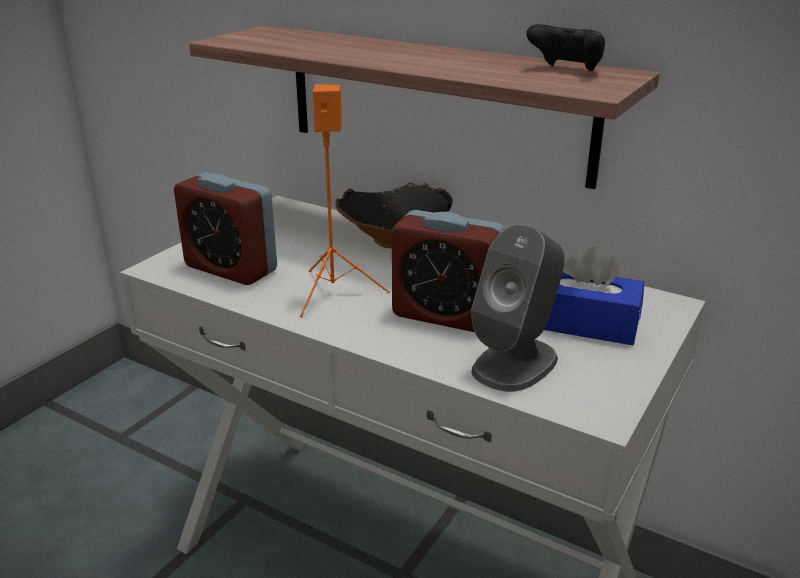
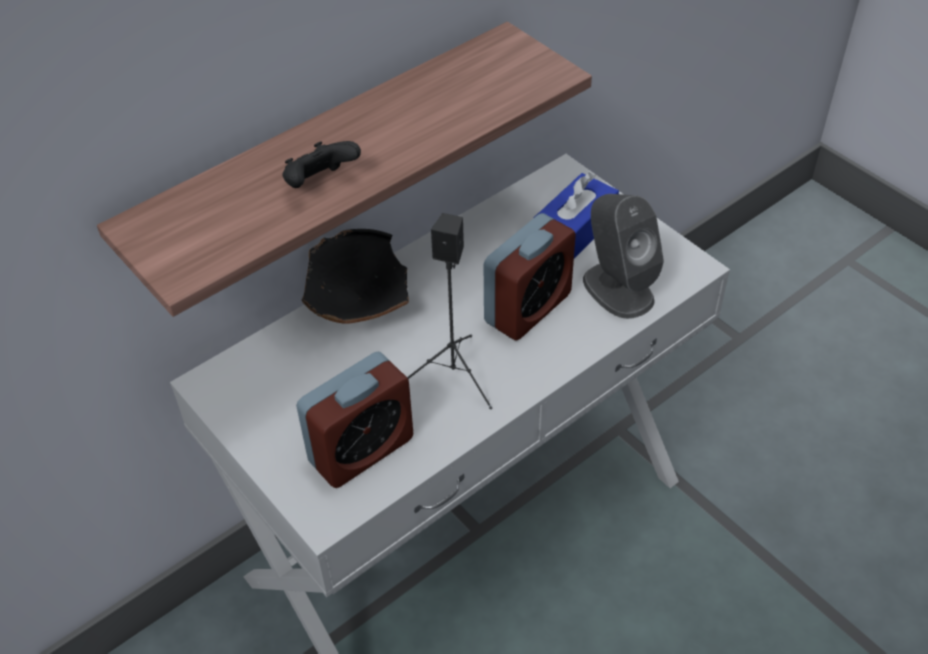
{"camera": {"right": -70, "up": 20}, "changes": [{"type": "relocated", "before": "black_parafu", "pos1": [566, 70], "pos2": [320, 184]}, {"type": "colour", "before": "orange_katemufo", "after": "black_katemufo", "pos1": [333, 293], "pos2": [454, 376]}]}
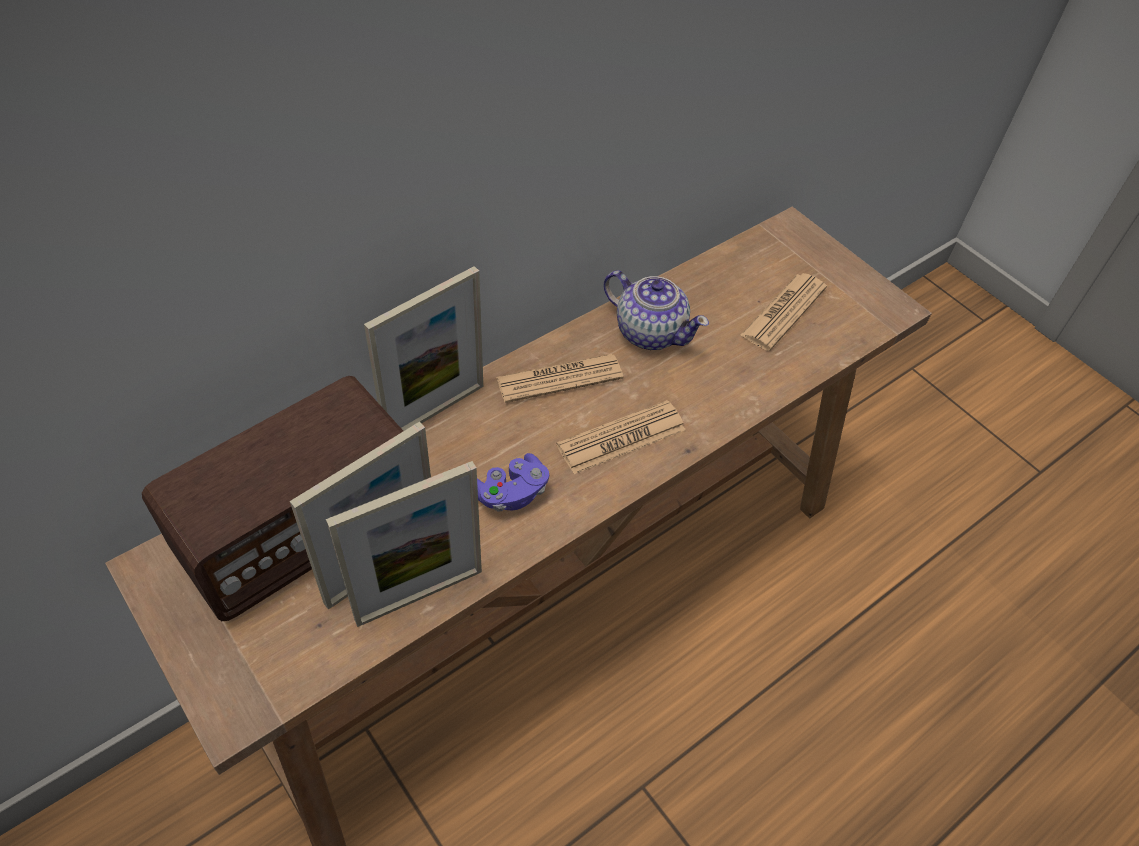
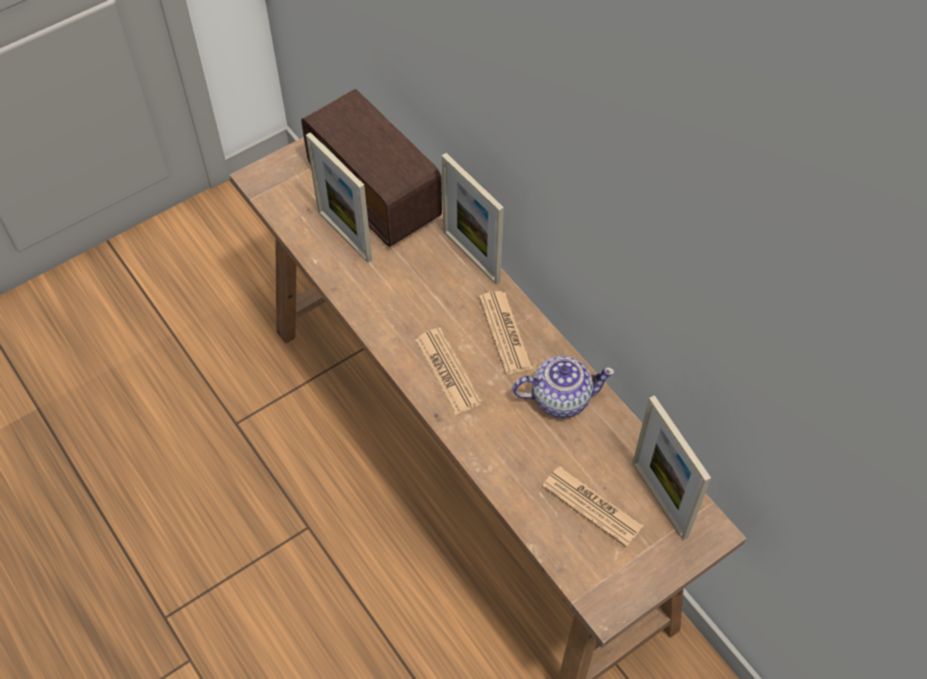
{"camera": {"right": 95, "up": 5}, "changes": [{"type": "spun", "before": "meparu", "pos1": [649, 331], "pos2": [560, 397], "turn": -135}, {"type": "relocated", "before": "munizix", "pos1": [419, 595], "pos2": [659, 499]}, {"type": "missing", "before": "purple_parafu", "pos1": [510, 493]}]}
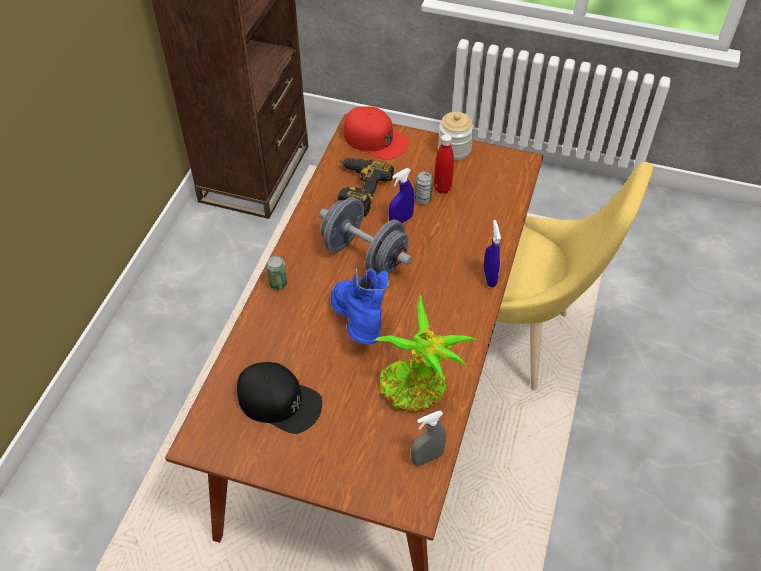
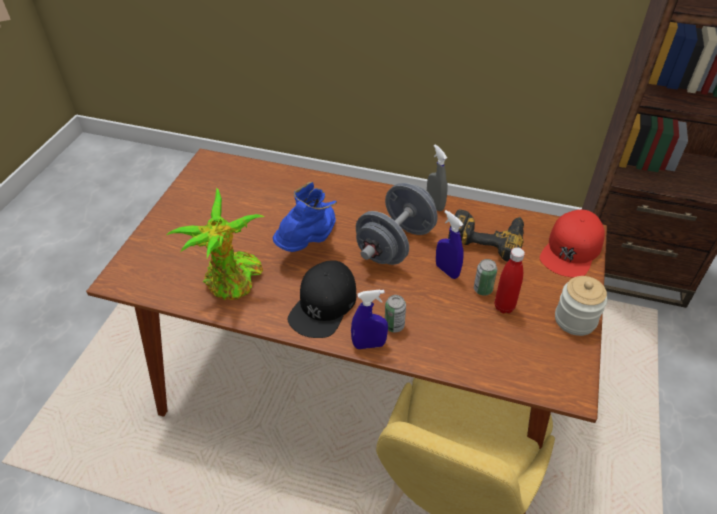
{"camera": {"right": 90, "up": -5}, "changes": [{"type": "spun", "before": "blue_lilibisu", "pos1": [359, 325], "pos2": [309, 242], "turn": -45}, {"type": "relocated", "before": "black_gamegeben", "pos1": [279, 401], "pos2": [323, 305]}, {"type": "relocated", "before": "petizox", "pos1": [278, 284], "pos2": [394, 325]}, {"type": "relocated", "before": "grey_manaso", "pos1": [427, 457], "pos2": [435, 204]}]}
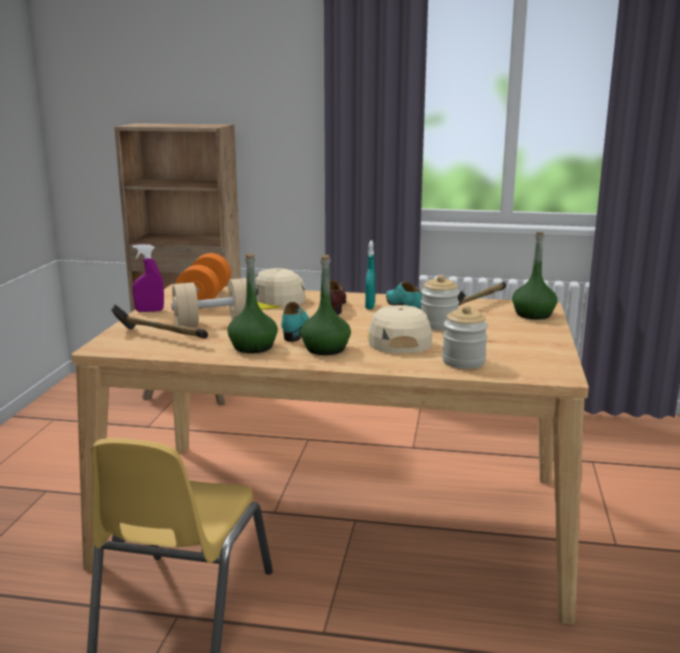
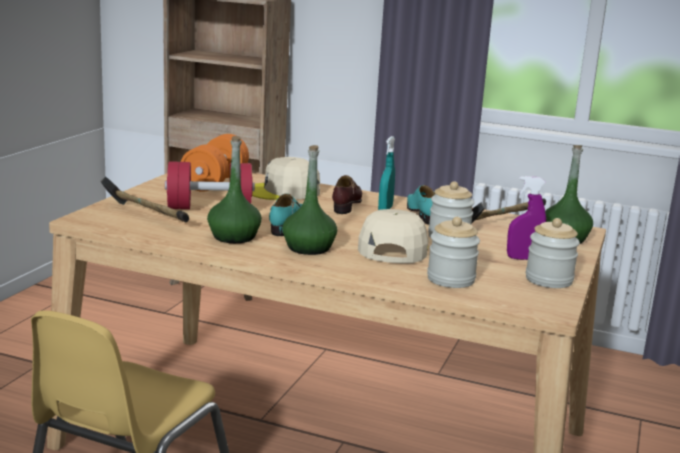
{"camera": {"right": 10, "up": 0}, "changes": [{"type": "colour", "before": "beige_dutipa", "after": "red_dutipa", "pos1": [214, 323], "pos2": [209, 208]}, {"type": "relocated", "before": "purple_manaso", "pos1": [149, 311], "pos2": [523, 258]}, {"type": "appeared", "after": "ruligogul", "pos2": [549, 280]}]}
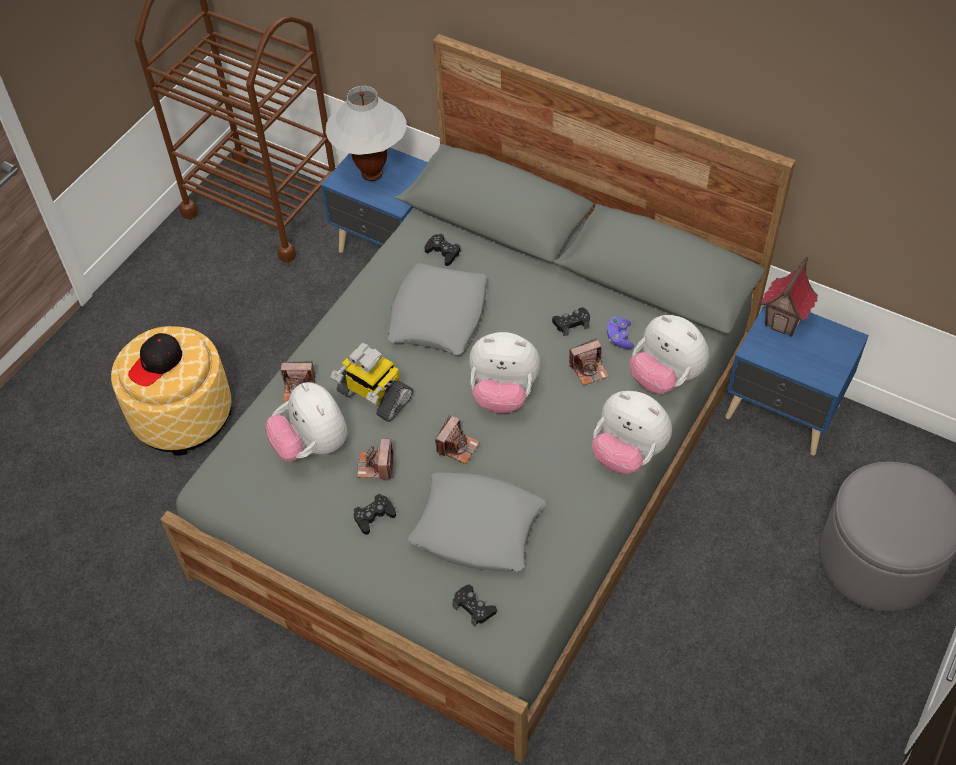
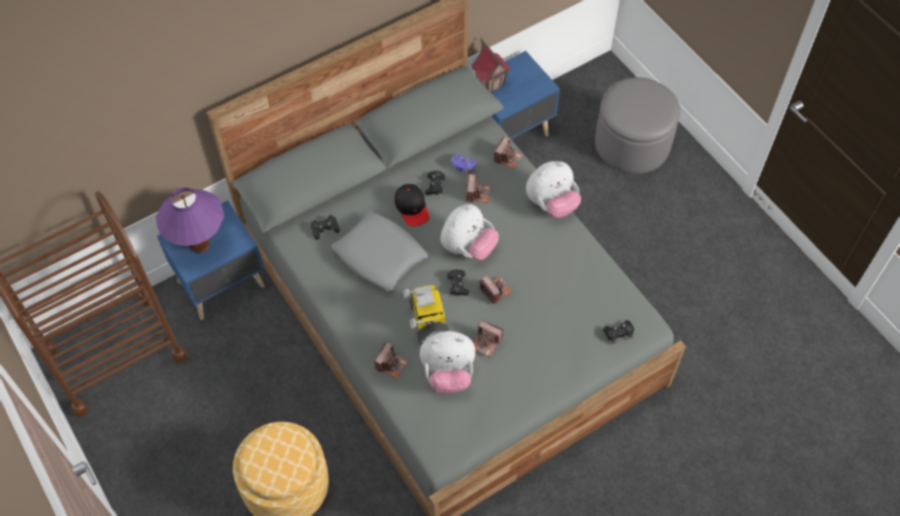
{"camera": {"right": -65, "up": 5}, "changes": [{"type": "colour", "before": "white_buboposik", "after": "purple_buboposik", "pos1": [371, 174], "pos2": [200, 246]}, {"type": "relocated", "before": "black_gamegeben", "pos1": [156, 364], "pos2": [412, 208]}, {"type": "spun", "before": "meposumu", "pos1": [374, 396], "pos2": [428, 320], "turn": 105}, {"type": "relocated", "before": "black_parafu", "pos1": [374, 516], "pos2": [457, 285]}, {"type": "exchanged", "before": "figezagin", "after": "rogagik", "pos1": [665, 377], "pos2": [507, 157]}, {"type": "missing", "before": "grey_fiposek", "pos1": [477, 527]}]}
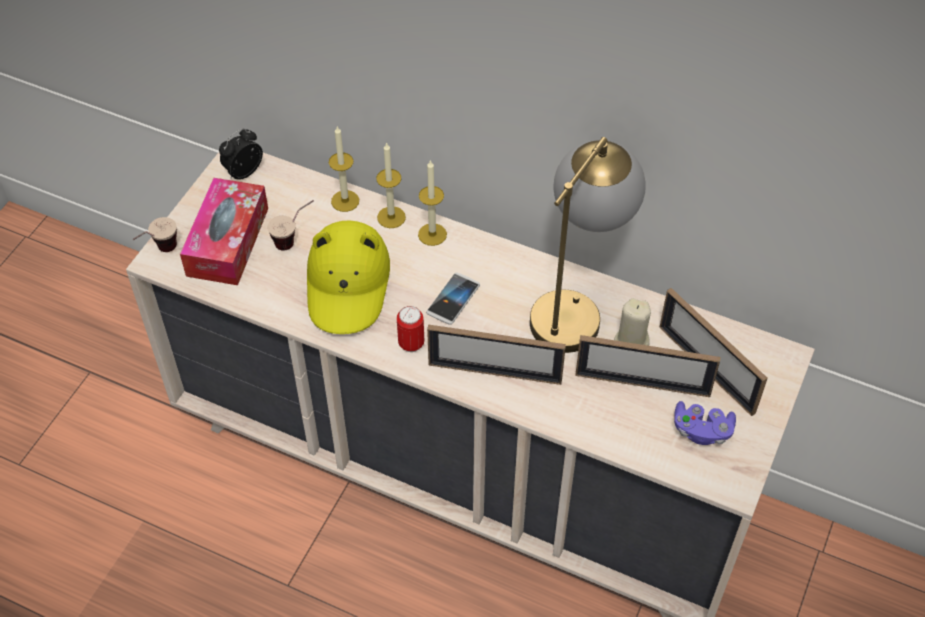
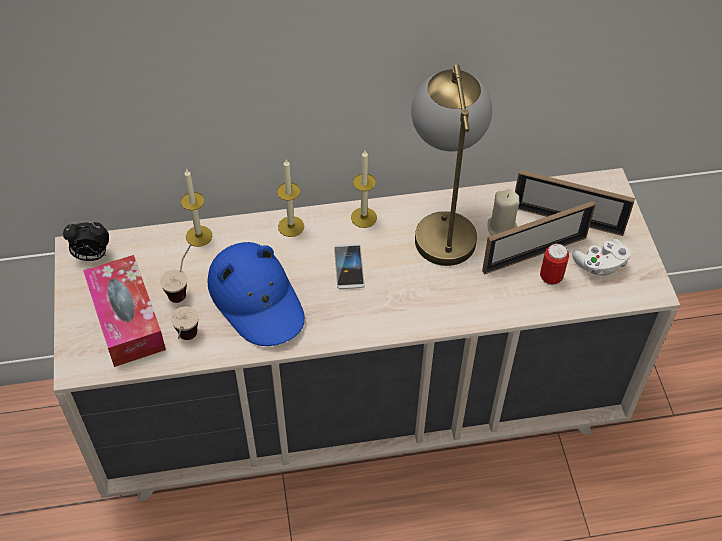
{"camera": {"right": -35, "up": 0}, "changes": [{"type": "spun", "before": "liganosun", "pos1": [243, 171], "pos2": [91, 256], "turn": -105}, {"type": "relocated", "before": "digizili", "pos1": [159, 253], "pos2": [187, 342]}, {"type": "colour", "before": "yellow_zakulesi", "after": "blue_zakulesi", "pos1": [348, 284], "pos2": [257, 300]}, {"type": "relocated", "before": "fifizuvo", "pos1": [391, 217], "pos2": [363, 217]}, {"type": "relocated", "before": "petizox", "pos1": [411, 343], "pos2": [551, 277]}, {"type": "colour", "before": "purple_parafu", "after": "white_parafu", "pos1": [701, 430], "pos2": [600, 264]}, {"type": "missing", "before": "munizix", "pos1": [495, 372]}]}
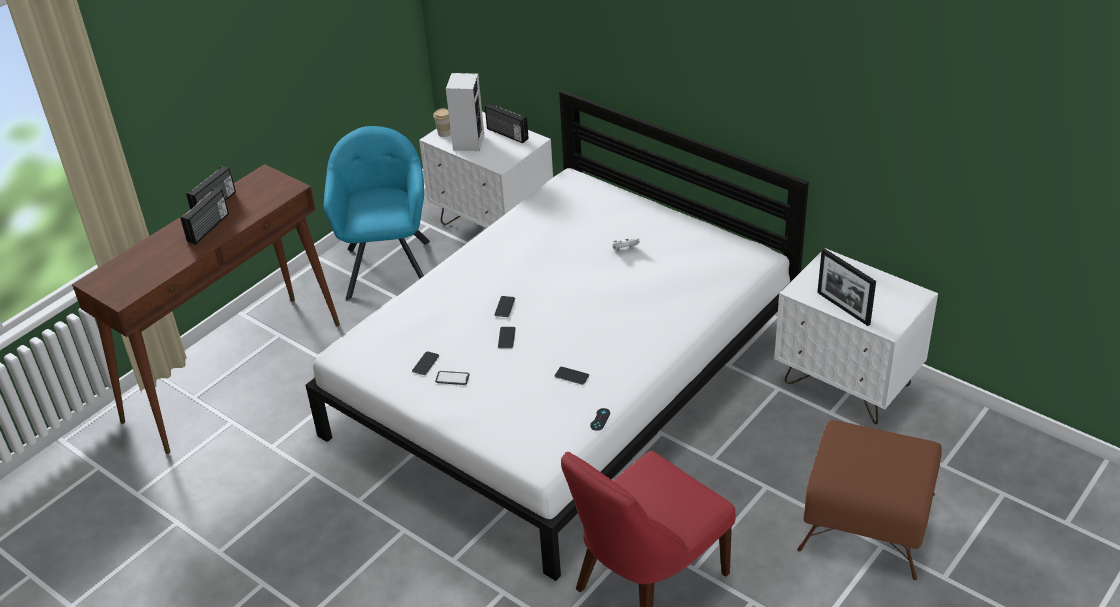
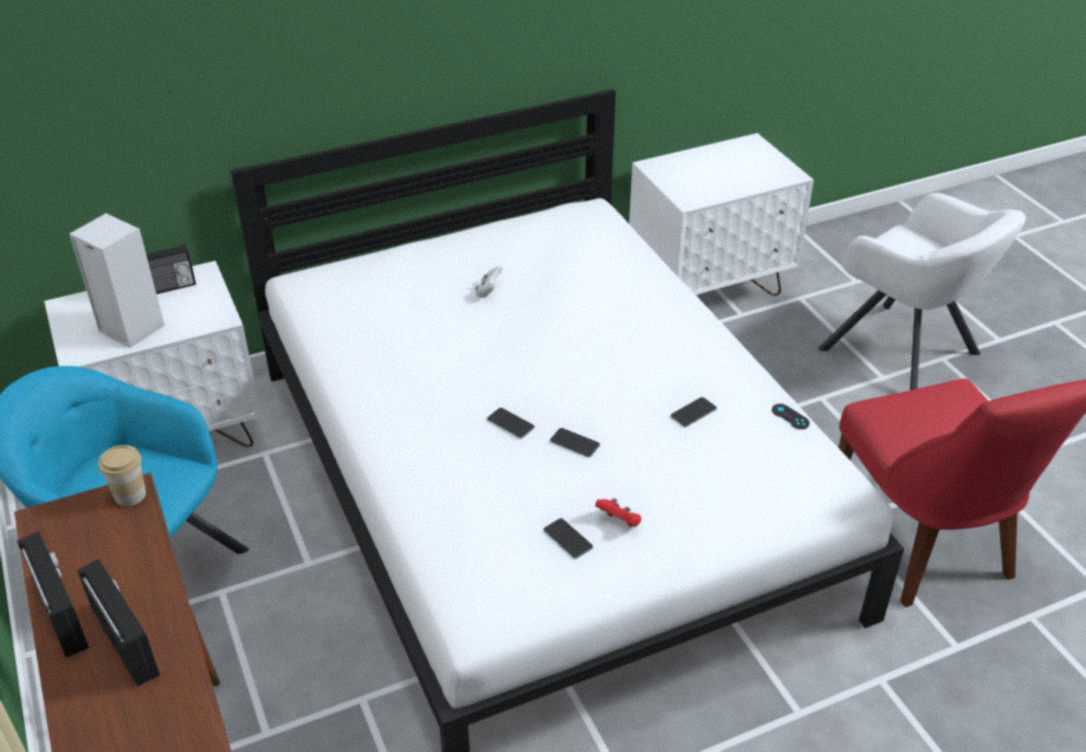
{"camera": {"right": -65, "up": 0}, "changes": [{"type": "relocated", "before": "digizili", "pos1": [444, 133], "pos2": [130, 495]}, {"type": "exchanged", "before": "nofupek", "after": "red_parafu", "pos1": [452, 378], "pos2": [619, 522]}, {"type": "exchanged", "before": "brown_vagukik", "after": "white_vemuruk", "pos1": [866, 520], "pos2": [905, 354]}, {"type": "missing", "before": "munizix", "pos1": [843, 308]}]}
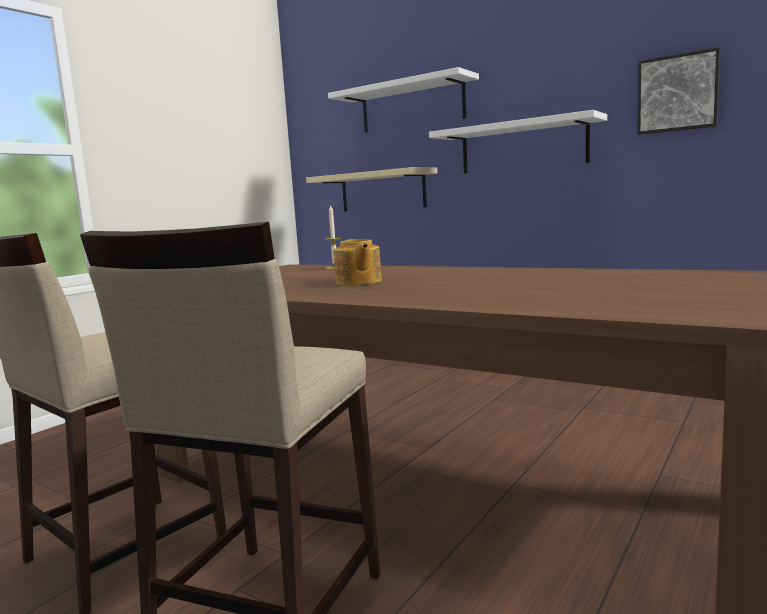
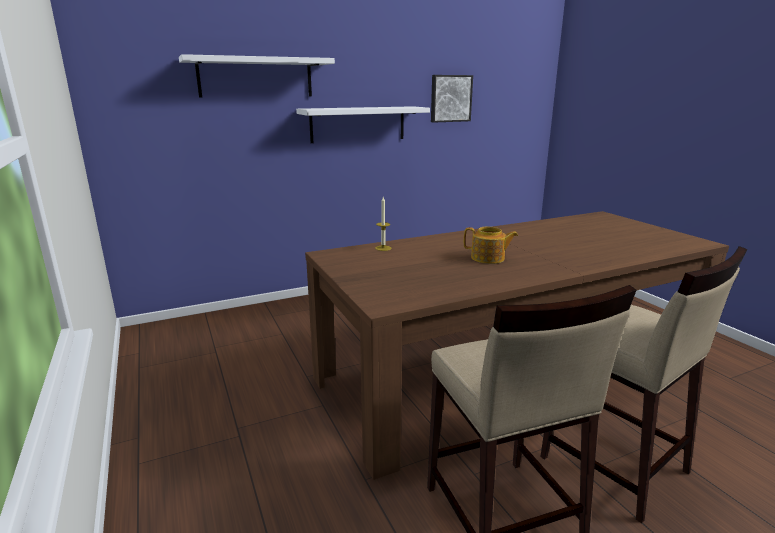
{"camera": {"right": -60, "up": 10}, "changes": [{"type": "missing", "before": "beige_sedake", "pos1": [382, 191]}]}
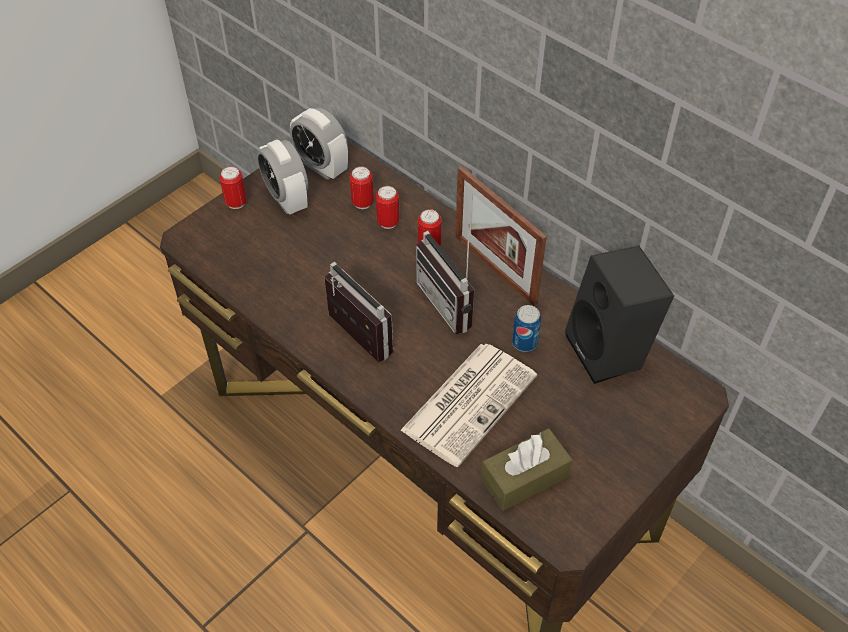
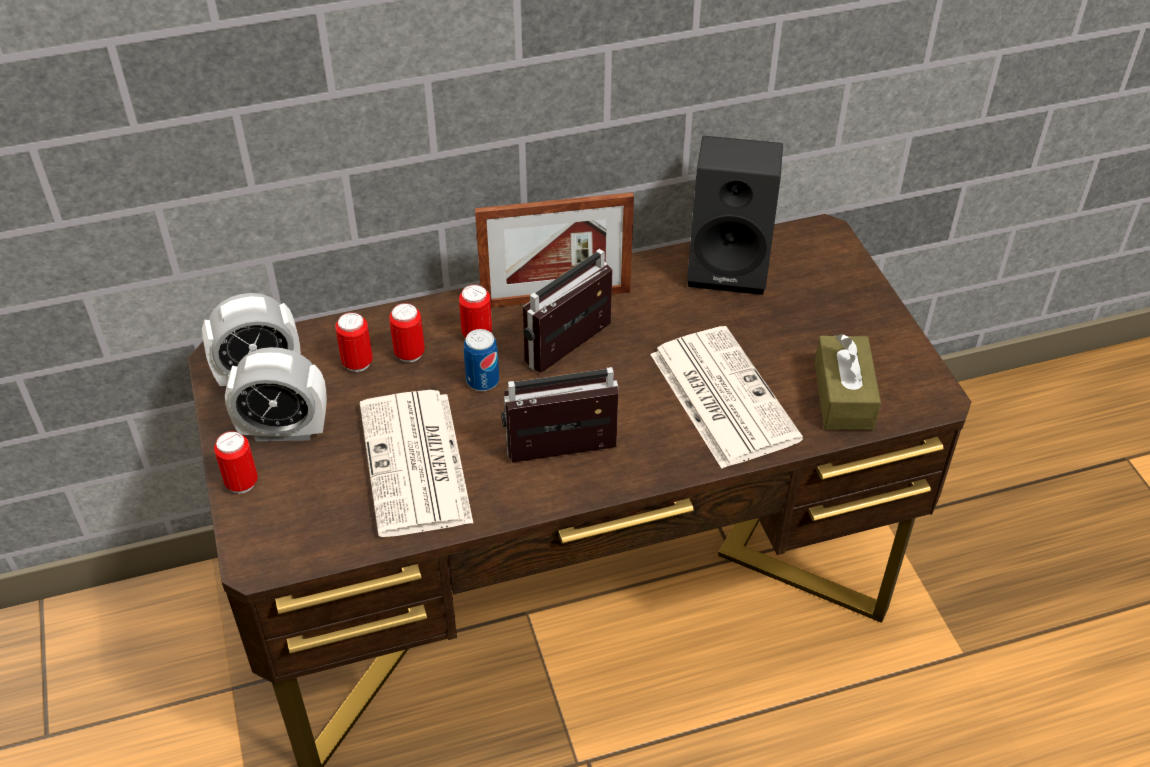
{"camera": {"right": -60, "up": -5}, "changes": [{"type": "appeared", "after": "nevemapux", "pos2": [416, 465]}, {"type": "relocated", "before": "petizox", "pos1": [524, 342], "pos2": [482, 381]}, {"type": "spun", "before": "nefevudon", "pos1": [452, 302], "pos2": [576, 351], "turn": 135}]}
